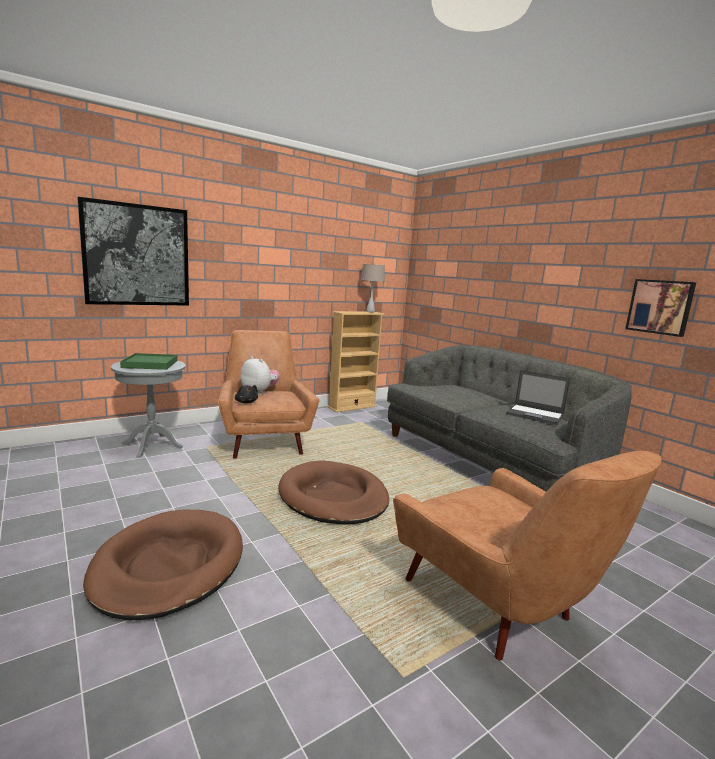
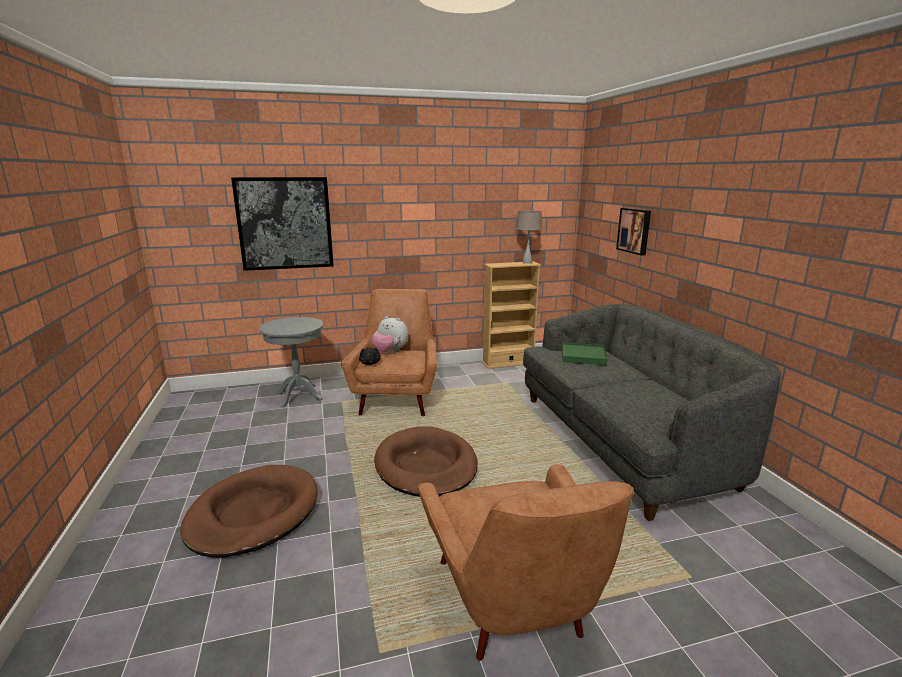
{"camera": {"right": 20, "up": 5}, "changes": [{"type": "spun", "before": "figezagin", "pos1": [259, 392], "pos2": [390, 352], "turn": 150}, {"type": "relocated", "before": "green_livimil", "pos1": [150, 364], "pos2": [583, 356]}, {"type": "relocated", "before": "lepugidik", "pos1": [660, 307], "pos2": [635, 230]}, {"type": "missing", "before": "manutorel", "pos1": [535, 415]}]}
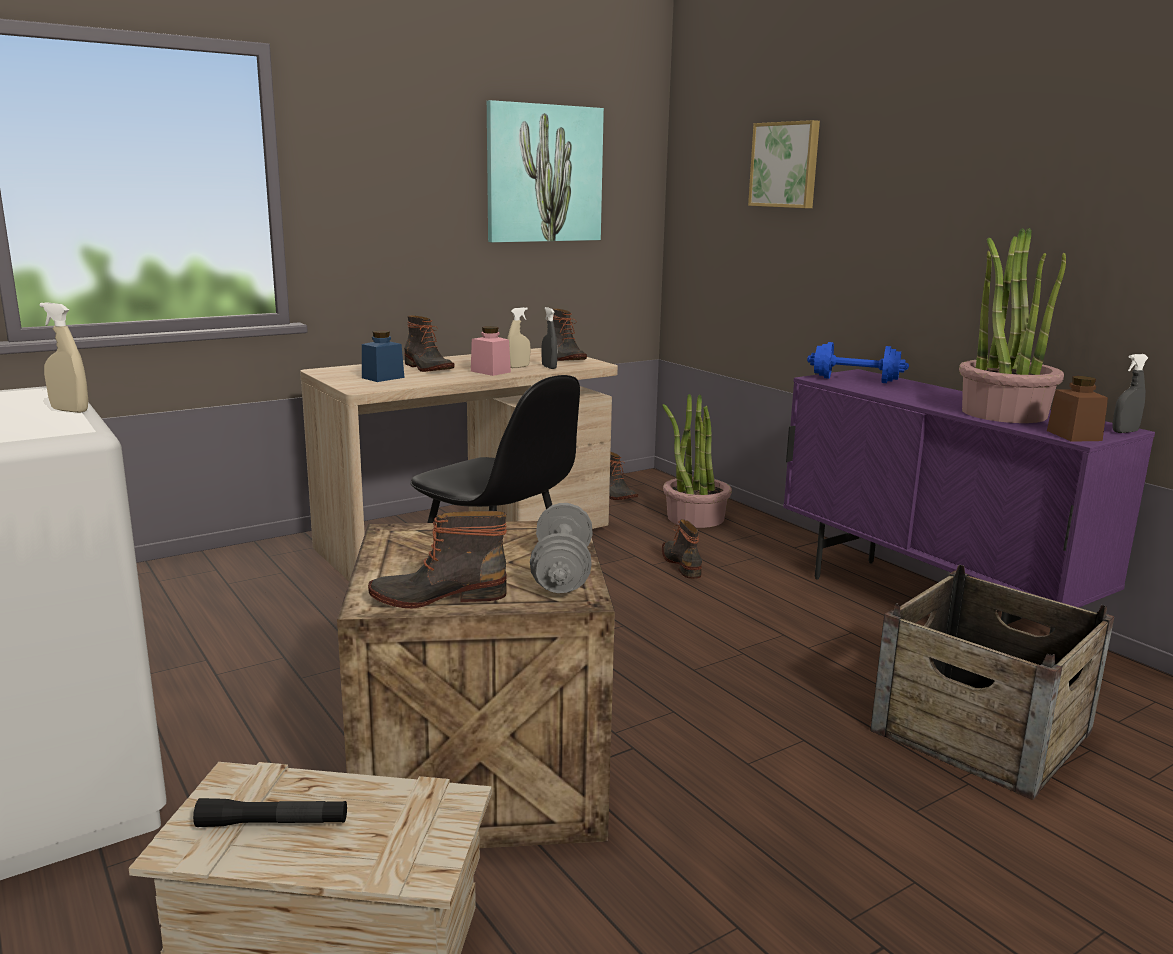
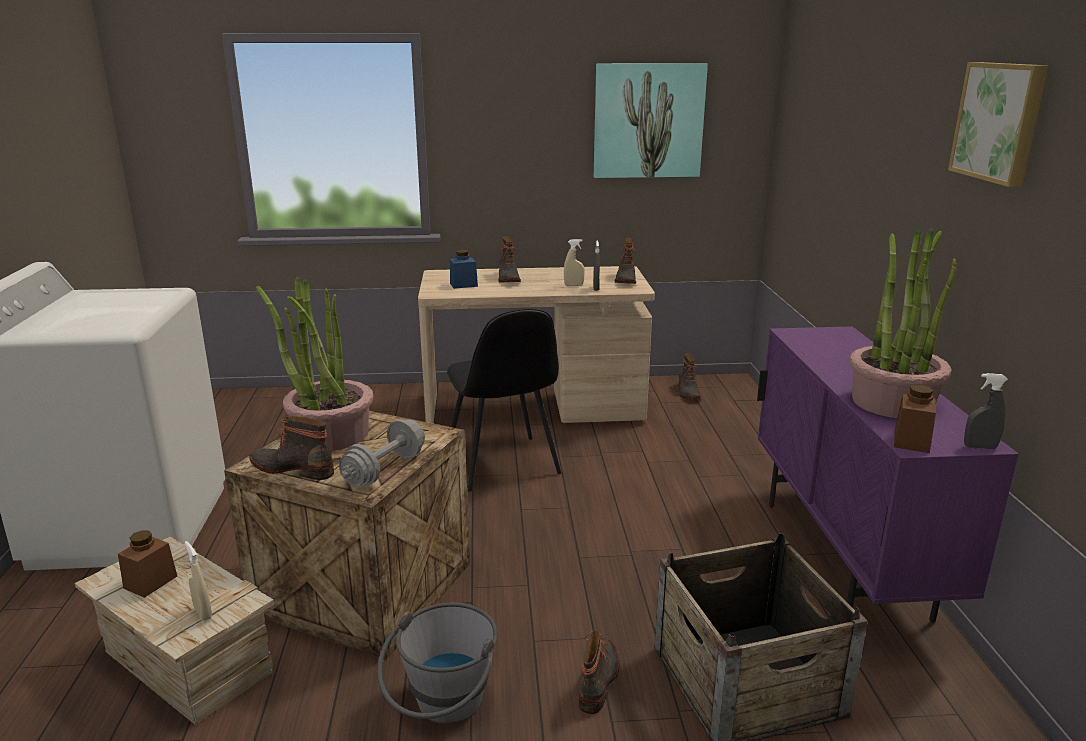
{"camera": {"right": 30, "up": 5}, "changes": [{"type": "exchanged", "before": "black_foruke", "after": "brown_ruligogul", "pos1": [272, 823], "pos2": [150, 582]}, {"type": "relocated", "before": "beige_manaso", "pos1": [69, 410], "pos2": [203, 613]}, {"type": "relocated", "before": "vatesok", "pos1": [695, 518], "pos2": [331, 434]}, {"type": "appeared", "after": "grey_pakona", "pos2": [443, 710]}, {"type": "relocated", "before": "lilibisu", "pos1": [683, 564], "pos2": [599, 679]}, {"type": "relocated", "before": "lepugidik", "pos1": [786, 165], "pos2": [1000, 122]}, {"type": "missing", "before": "pink_ruligogul", "pos1": [490, 371]}, {"type": "missing", "before": "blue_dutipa", "pos1": [855, 380]}]}
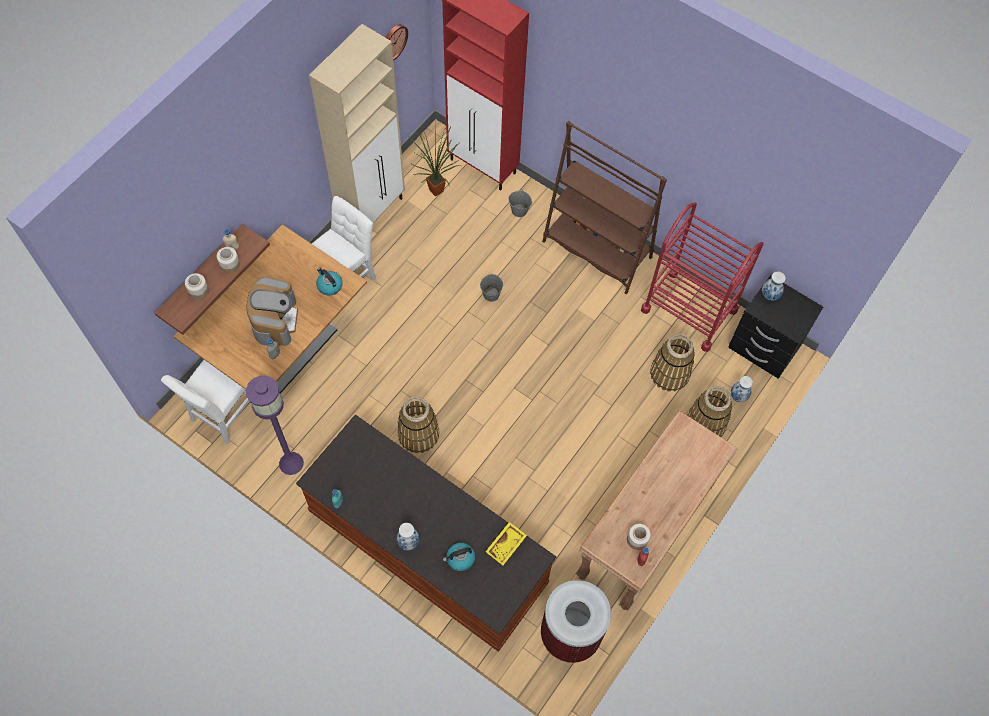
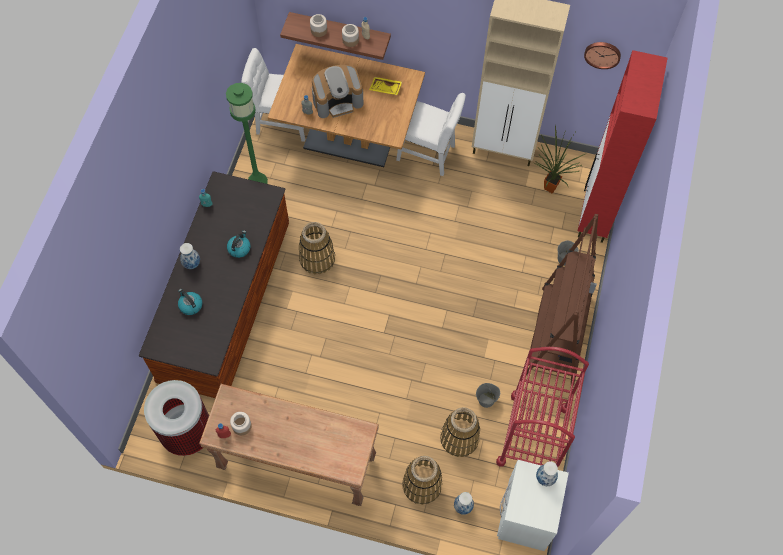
{"camera": {"right": 70, "up": 0}, "changes": [{"type": "colour", "before": "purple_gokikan", "after": "green_gokikan", "pos1": [291, 463], "pos2": [257, 181]}, {"type": "relocated", "before": "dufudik", "pos1": [329, 285], "pos2": [239, 248]}, {"type": "relocated", "before": "yellow_livimil", "pos1": [506, 545], "pos2": [385, 89]}, {"type": "relocated", "before": "grey_pakona", "pos1": [491, 294], "pos2": [486, 400]}, {"type": "colour", "before": "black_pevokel", "after": "white_pevokel", "pos1": [763, 347], "pos2": [525, 516]}]}
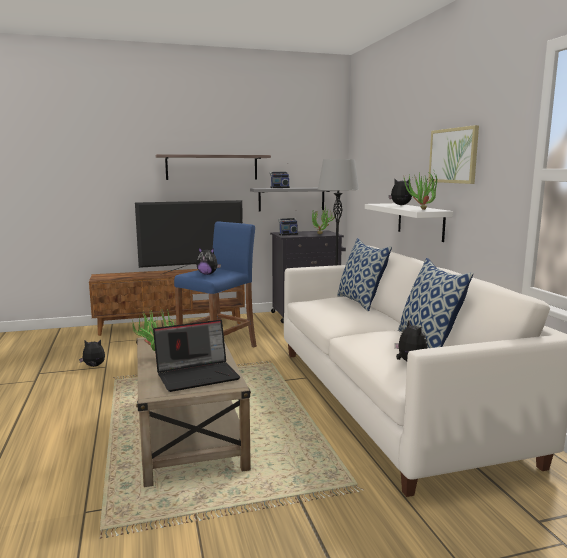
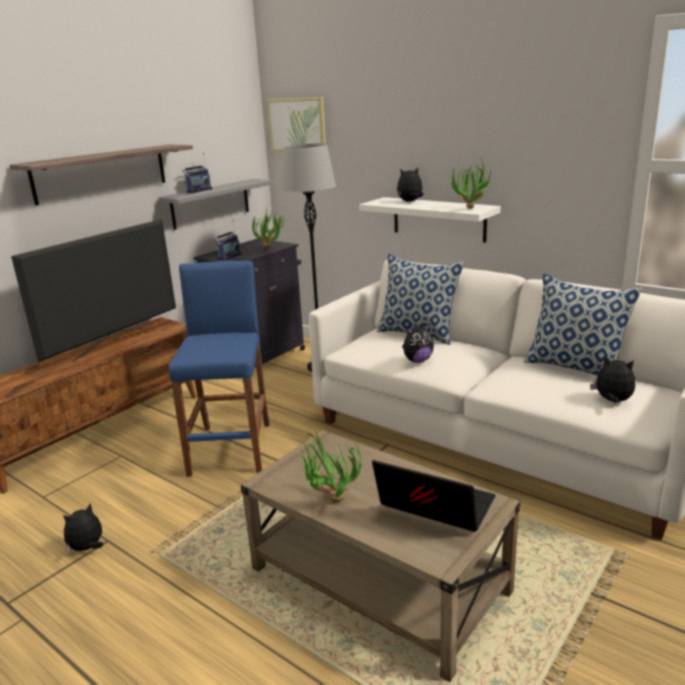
{"camera": {"right": -35, "up": 10}, "changes": [{"type": "relocated", "before": "lepugidik", "pos1": [453, 155], "pos2": [297, 125]}, {"type": "spun", "before": "manutorel", "pos1": [198, 375], "pos2": [433, 507], "turn": -90}, {"type": "relocated", "before": "figezagin", "pos1": [207, 274], "pos2": [417, 360]}]}
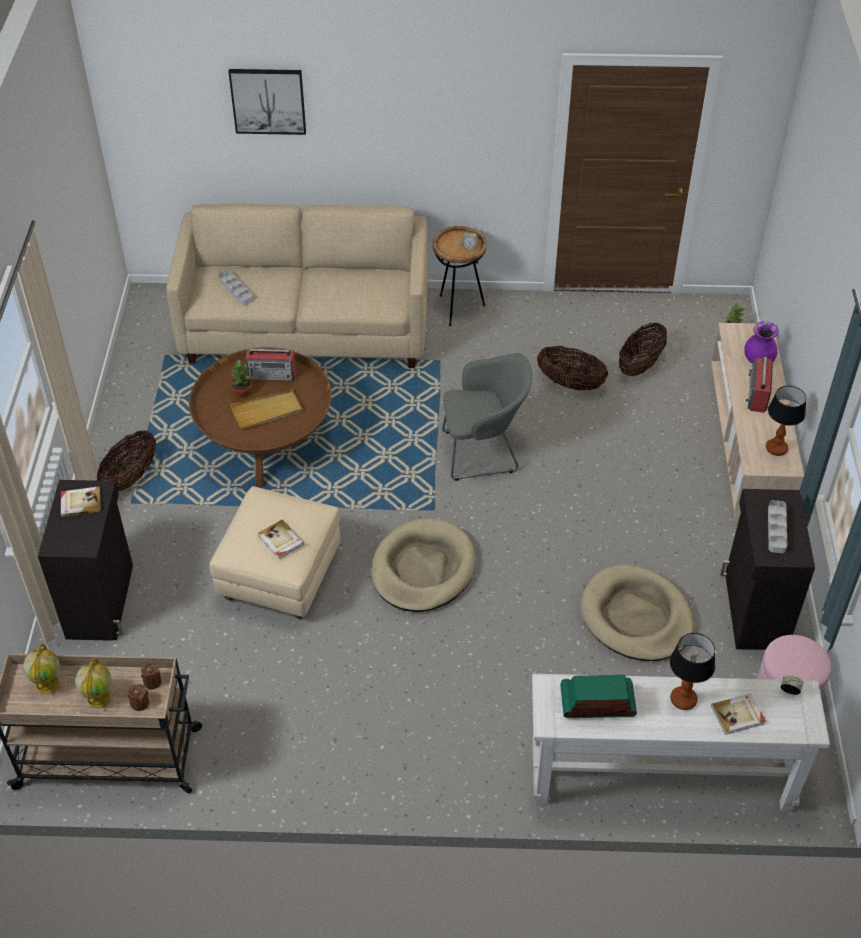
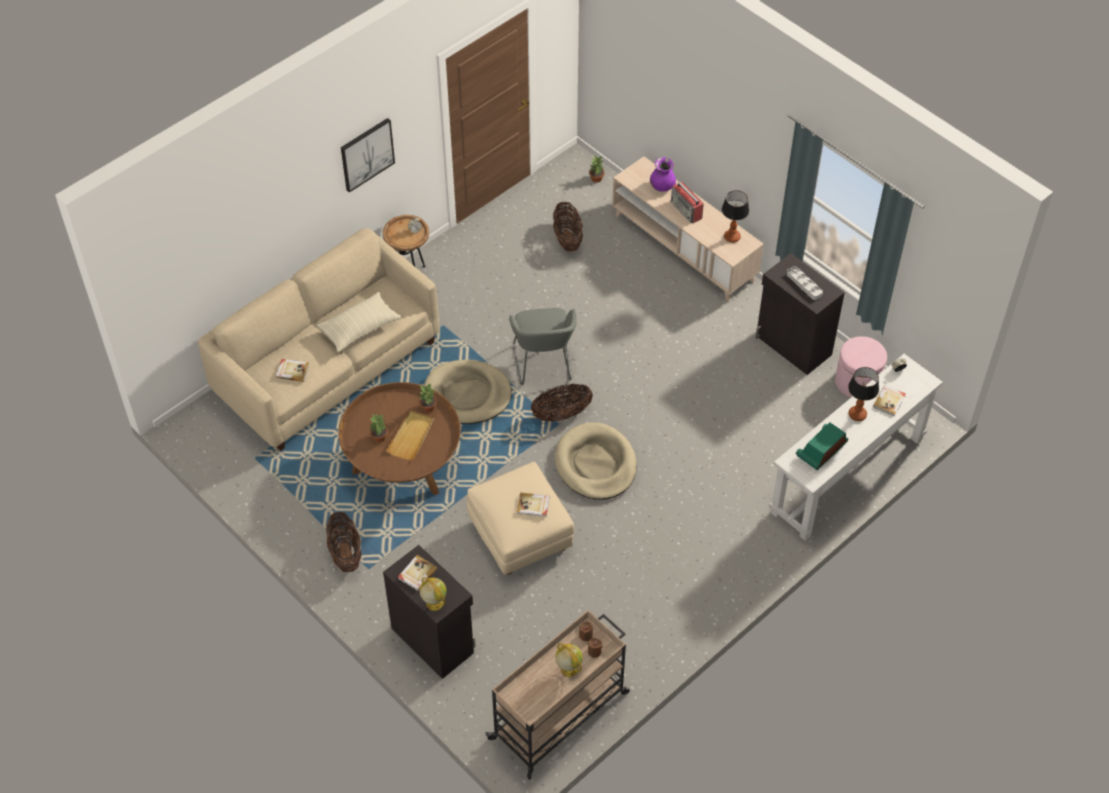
{"camera": {"right": -45, "up": 5}, "changes": [{"type": "exchanged", "before": "grey_livimil", "after": "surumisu", "pos1": [236, 290], "pos2": [292, 371]}, {"type": "appeared", "after": "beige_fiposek", "pos2": [359, 328]}, {"type": "relocated", "before": "lepugidik", "pos1": [268, 100], "pos2": [367, 154]}, {"type": "appeared", "after": "vatesok", "pos2": [428, 407]}, {"type": "relocated", "before": "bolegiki", "pos1": [47, 683], "pos2": [434, 603]}, {"type": "relocated", "before": "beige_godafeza", "pos1": [636, 617], "pos2": [467, 395]}, {"type": "spun", "before": "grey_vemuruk", "pos1": [483, 452], "pos2": [543, 365], "turn": 135}, {"type": "relocated", "before": "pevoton", "pos1": [570, 383], "pos2": [561, 414]}, {"type": "missing", "before": "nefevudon", "pos1": [272, 374]}]}
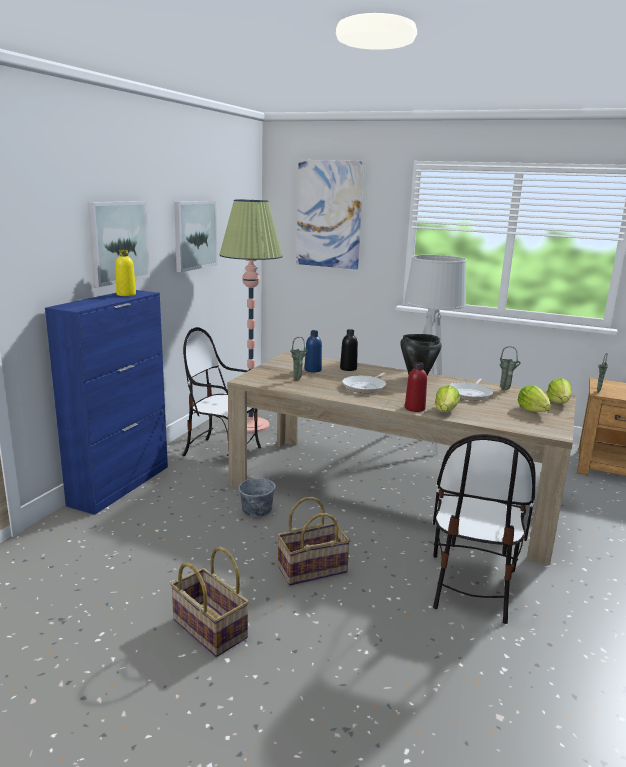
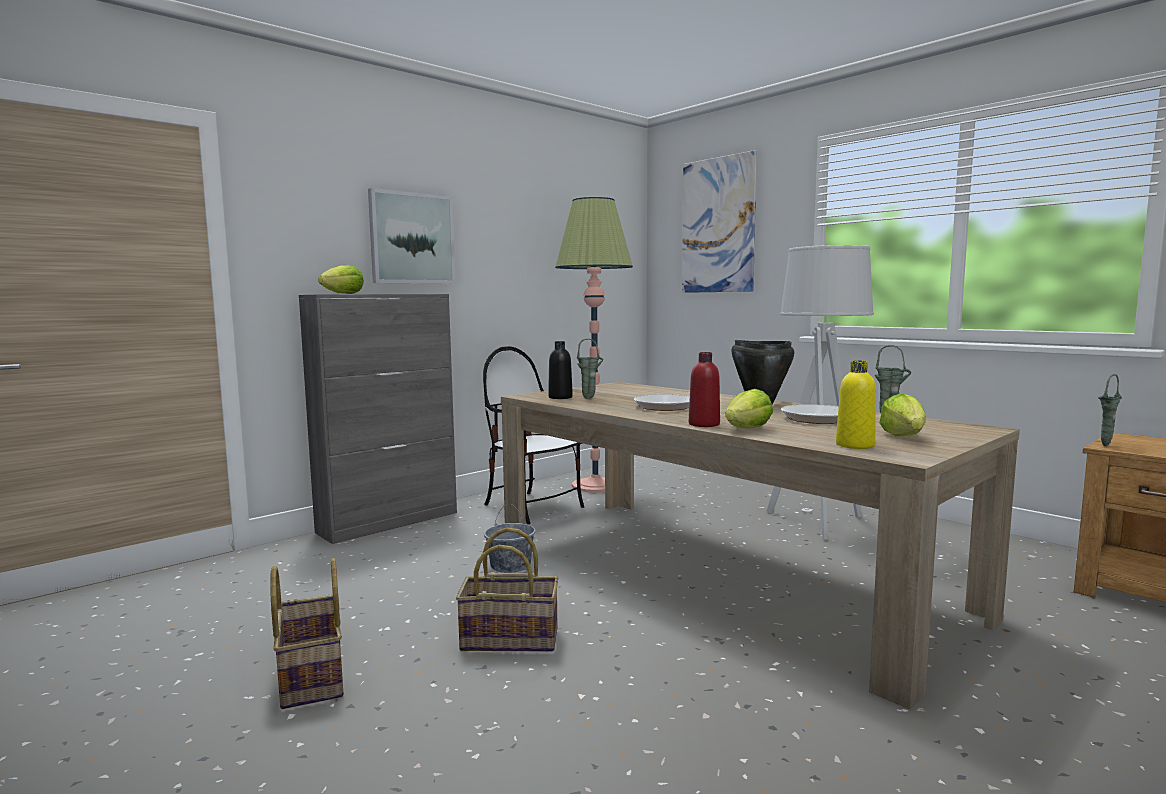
{"camera": {"right": 25, "up": -10}, "changes": [{"type": "colour", "before": "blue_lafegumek", "after": "grey_lafegumek", "pos1": [121, 485], "pos2": [389, 522]}, {"type": "relocated", "before": "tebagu", "pos1": [559, 403], "pos2": [344, 294]}, {"type": "relocated", "before": "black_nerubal", "pos1": [348, 368], "pos2": [560, 397]}, {"type": "relocated", "before": "yellow_nerubal", "pos1": [126, 294], "pos2": [855, 445]}, {"type": "missing", "before": "lepugidik", "pos1": [194, 235]}, {"type": "missing", "before": "blue_nerubal", "pos1": [313, 370]}, {"type": "missing", "before": "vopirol", "pos1": [470, 586]}]}
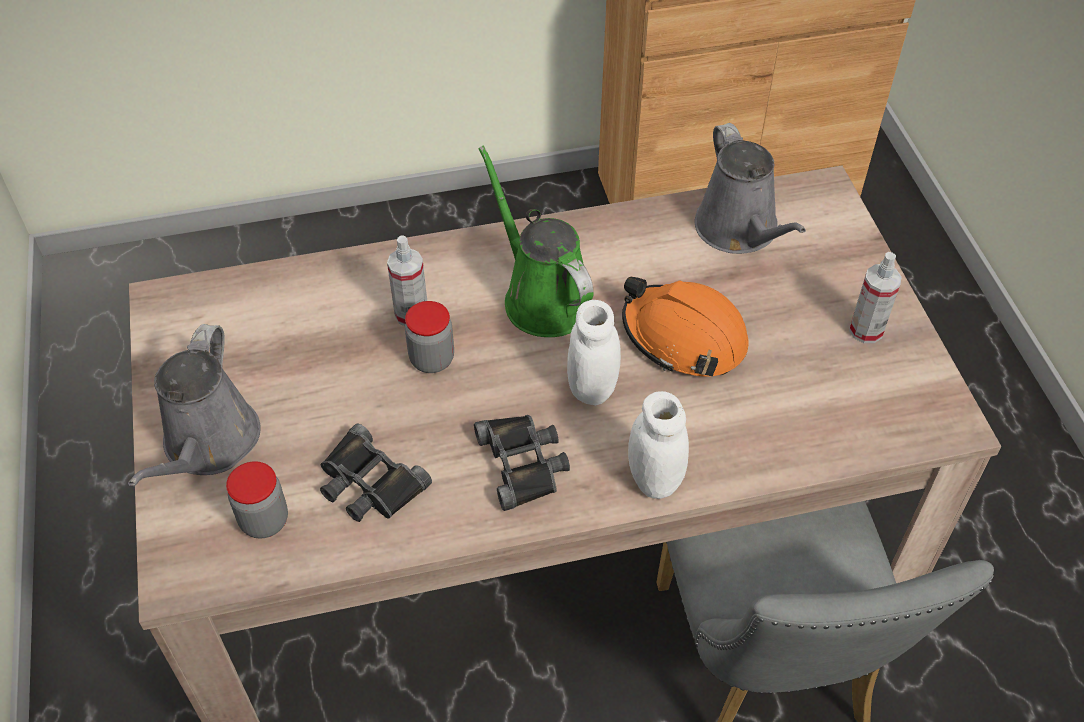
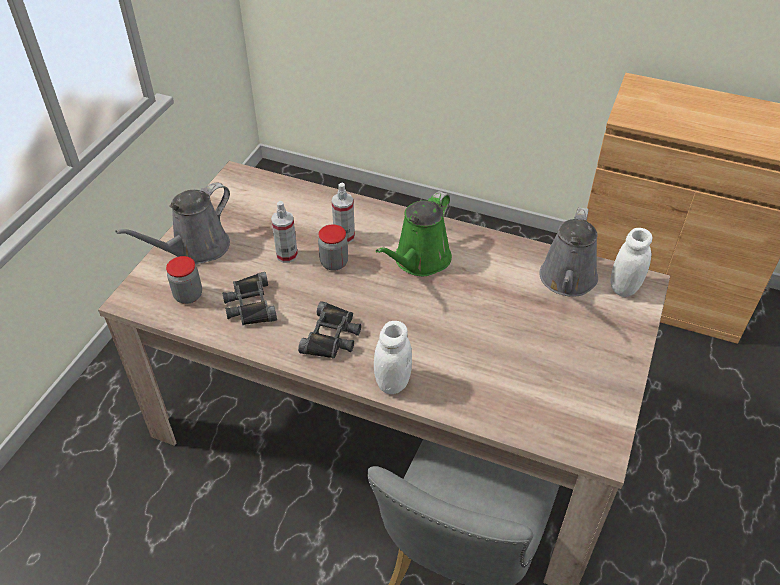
{"camera": {"right": 35, "up": -5}, "changes": [{"type": "relocated", "before": "manaso", "pos1": [866, 330], "pos2": [287, 255]}, {"type": "spun", "before": "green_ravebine", "pos1": [542, 297], "pos2": [419, 261], "turn": -150}, {"type": "relocated", "before": "white_ruligogul", "pos1": [592, 388], "pos2": [624, 288]}, {"type": "missing", "before": "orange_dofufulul", "pos1": [683, 337]}]}
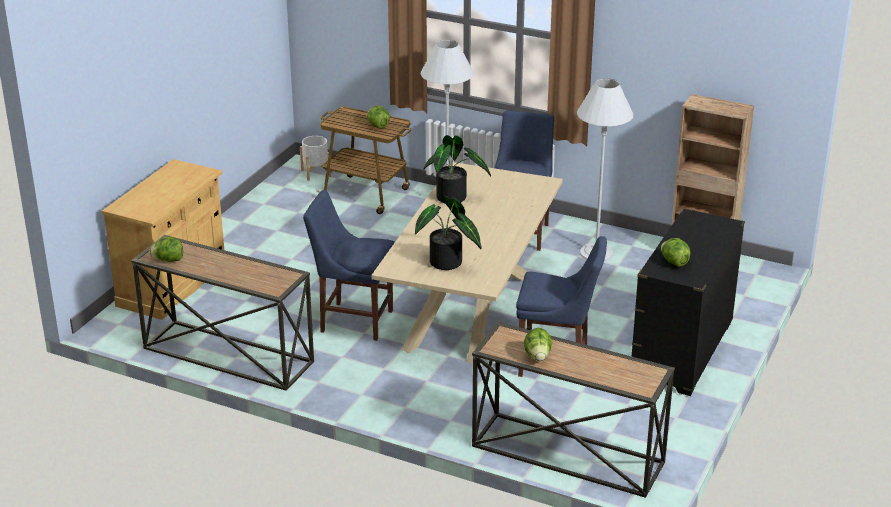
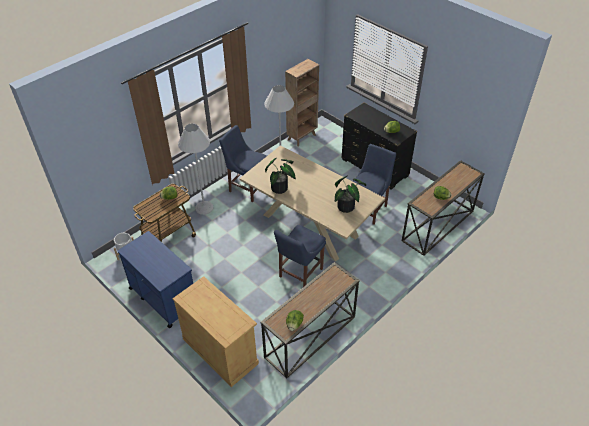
{"camera": {"right": -70, "up": 15}, "changes": [{"type": "appeared", "after": "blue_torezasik", "pos2": [163, 297]}]}
